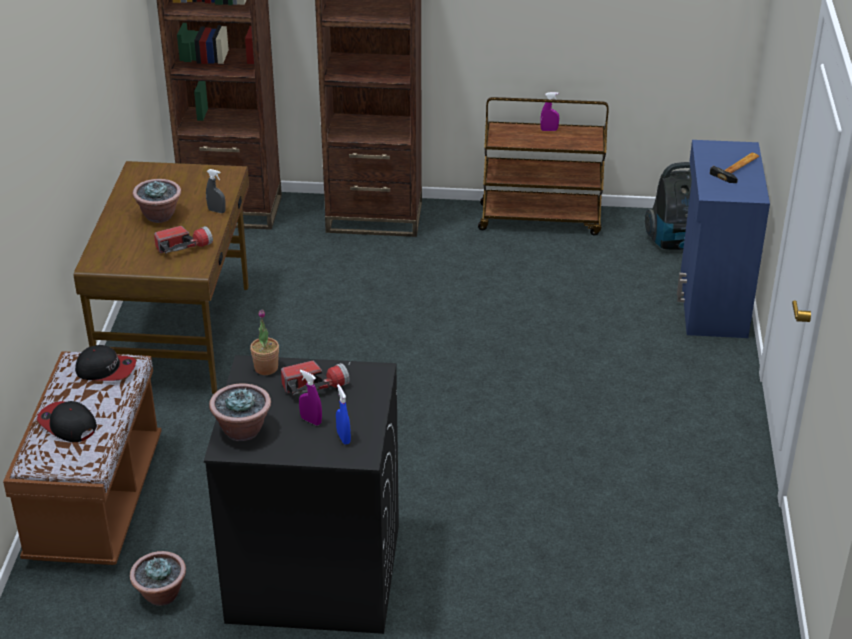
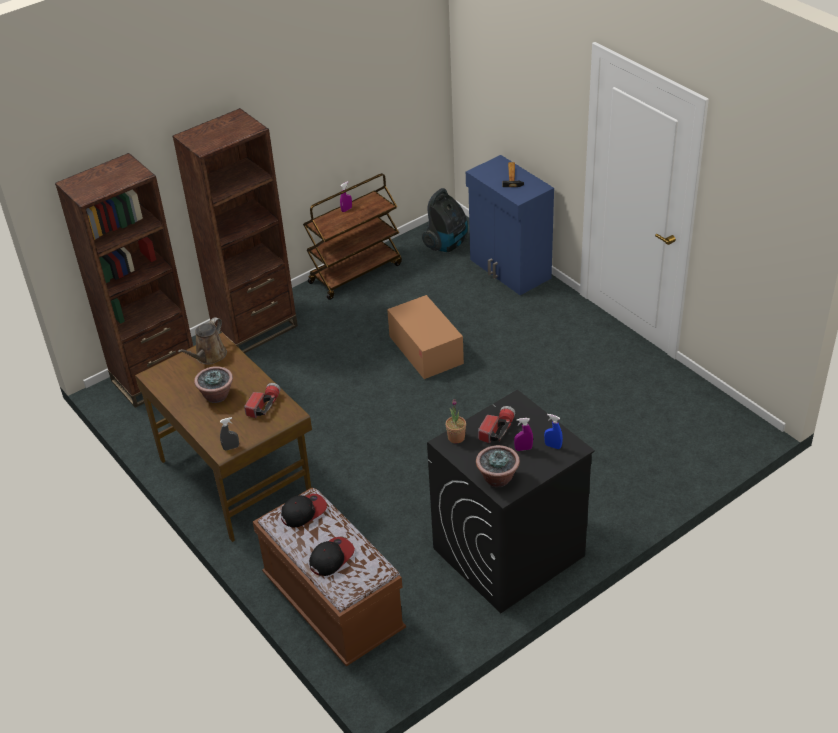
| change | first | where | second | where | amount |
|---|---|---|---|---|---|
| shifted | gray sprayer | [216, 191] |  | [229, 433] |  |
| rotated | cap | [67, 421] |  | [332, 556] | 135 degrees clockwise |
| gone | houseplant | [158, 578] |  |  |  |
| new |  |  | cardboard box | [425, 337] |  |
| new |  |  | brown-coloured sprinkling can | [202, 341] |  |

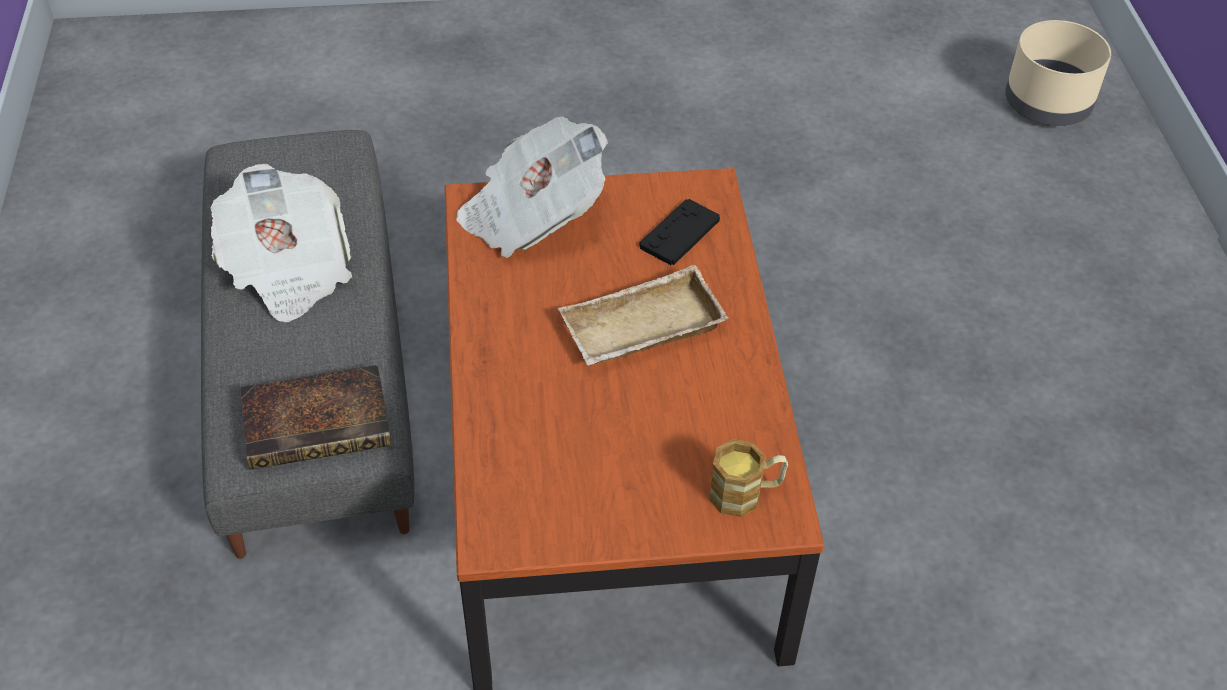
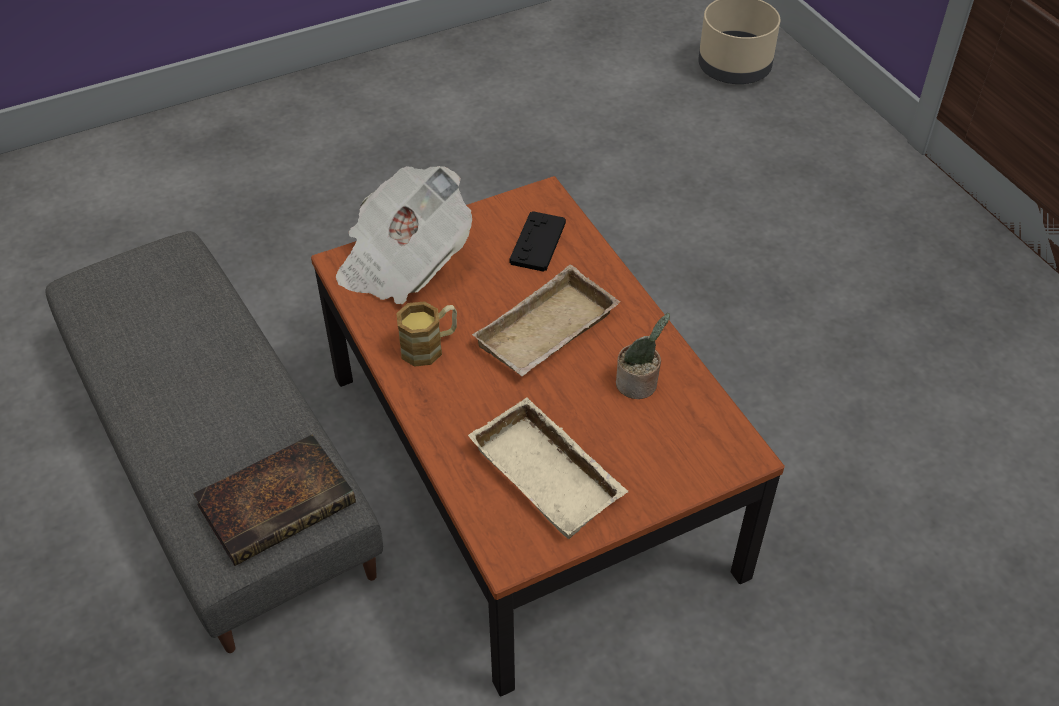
| change | first | where | second | where | amount |
|---|---|---|---|---|---|
| gone | printed paper | [281, 243] |  |  |  |
| shifted | tea mug | [748, 478] |  | [426, 334] |  |
| new |  |  | houseplant | [643, 356] |  |
| new |  |  | sand-coloured tray | [548, 468] |  |

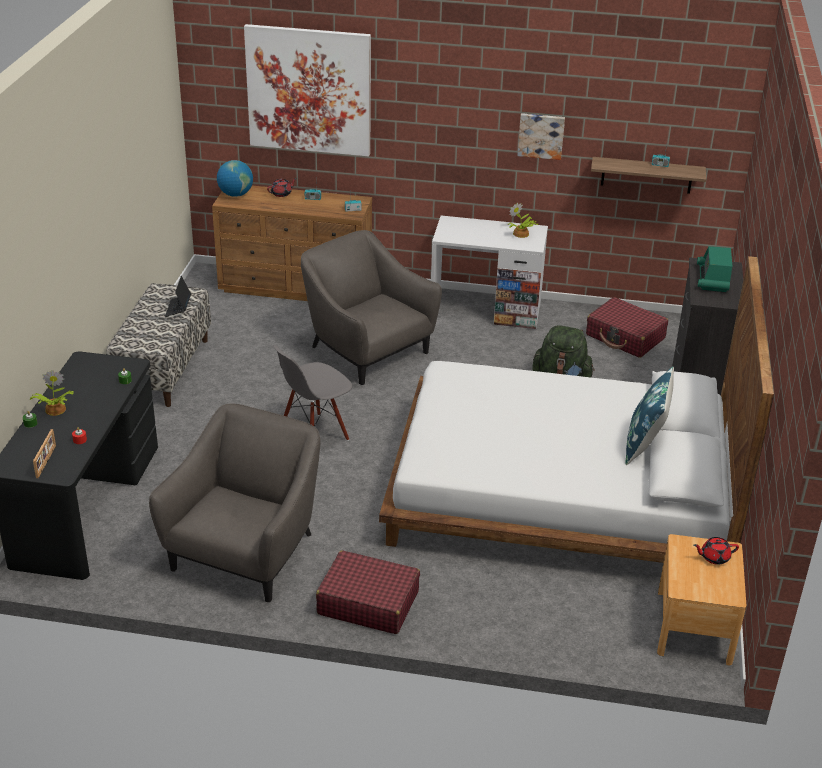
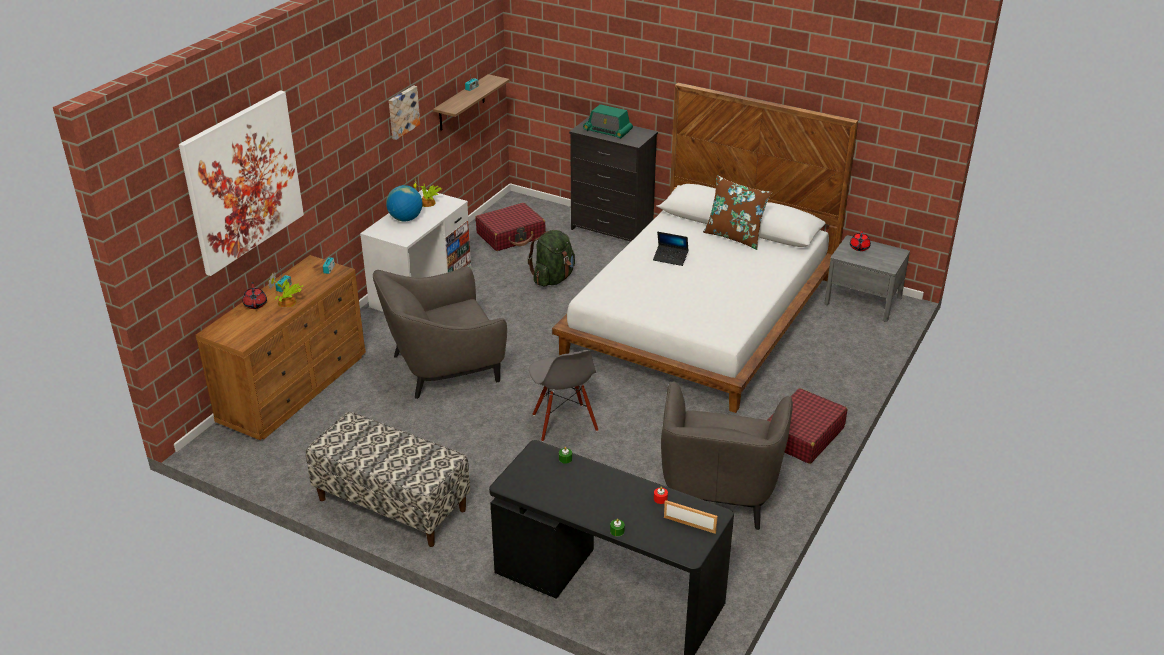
| change | first | where | second | where | amount |
|---|---|---|---|---|---|
| shifted | desk globe | [235, 178] |  | [404, 203] |  |
| shifted | portable computer | [178, 296] |  | [671, 249] |  |
| repainted | blue-coloured throw pillow | [649, 416] | brown-coloured throw pillow | [737, 212] |  |
| shifted | houseplant | [52, 393] |  | [286, 290] |  |
| rotated | gray easy chair | [234, 503] |  | [727, 456] | 120 degrees counterclockwise |
| repainted | brown-coloured bedside table | [701, 599] | gray bedside table | [867, 278] |  |

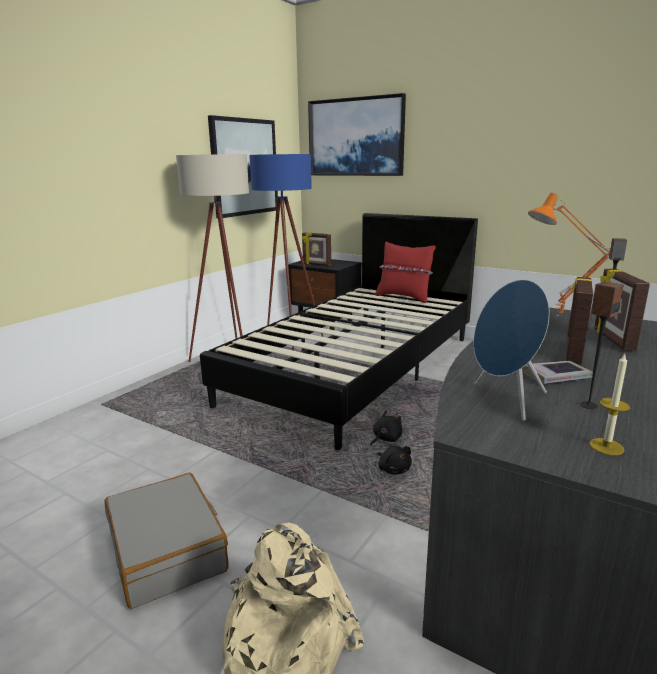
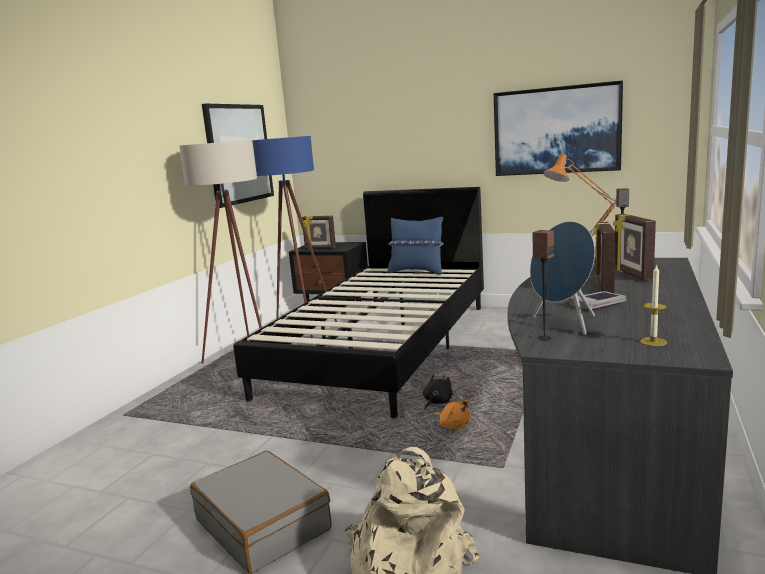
| change | first | where | second | where | amount |
|---|---|---|---|---|---|
| shifted | picture | [357, 134] |  | [558, 128] |  |
| repainted | red-coloured throw pillow | [405, 272] | blue-coloured throw pillow | [415, 246] |  |
| shifted | loudspeaker | [601, 345] |  | [543, 285] |  |
| repainted | black plush toy | [394, 460] | orange-coloured plush toy | [452, 414] |  |

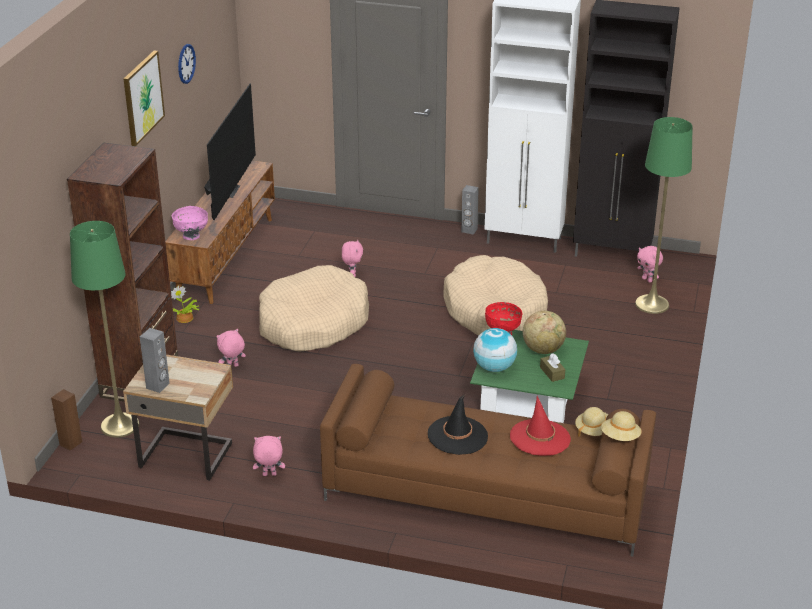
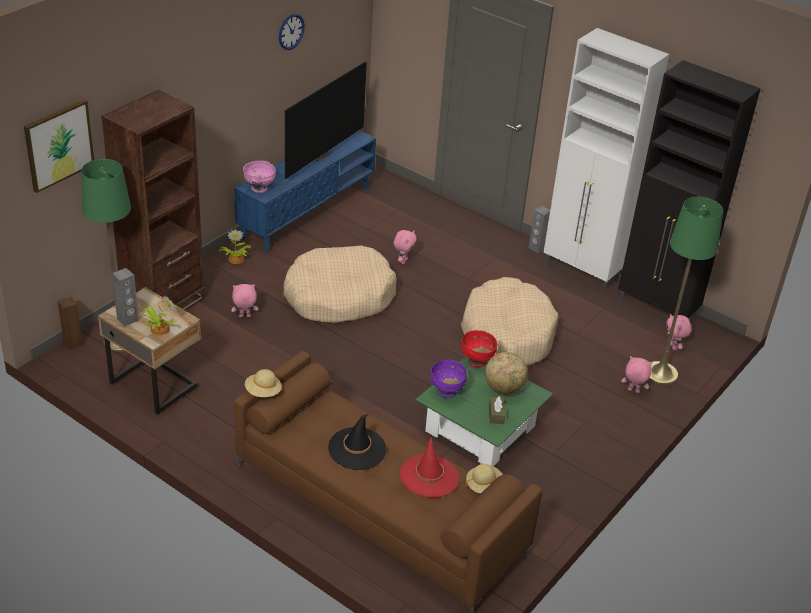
| change | first | where | second | where | amount |
|---|---|---|---|---|---|
| shifted | picture | [144, 98] |  | [59, 146] |  |
| repainted | brown-coloured tv unit | [220, 232] | blue-coloured tv unit | [305, 191] |  |
| swapped | desk globe | [495, 350] | purple-coloured serving bowl | [448, 378] |  |
| shifted | sand-coloured wearable hat | [621, 426] |  | [263, 383] |  |
| shifted | pink plush toy | [269, 456] |  | [637, 374] |  |
| new |  |  | houseplant | [158, 315] |  |

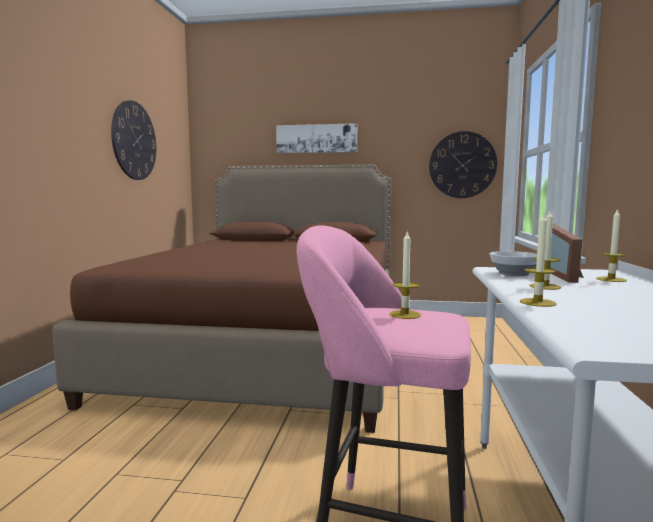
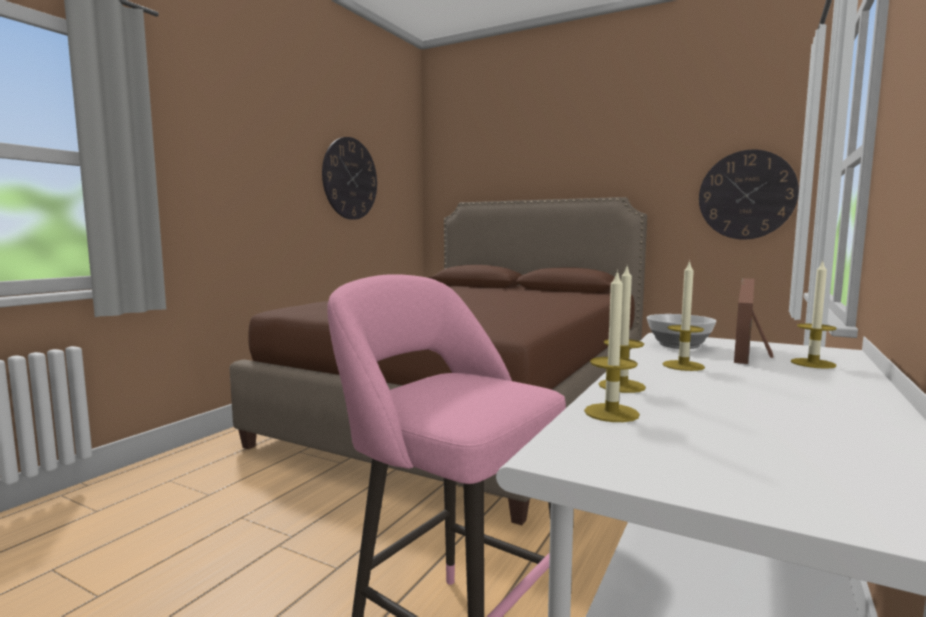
| change | first | where | second | where | amount |
|---|---|---|---|---|---|
| gone | picture | [316, 138] |  |  |  |
| shifted | candle | [405, 275] |  | [612, 345] |  |

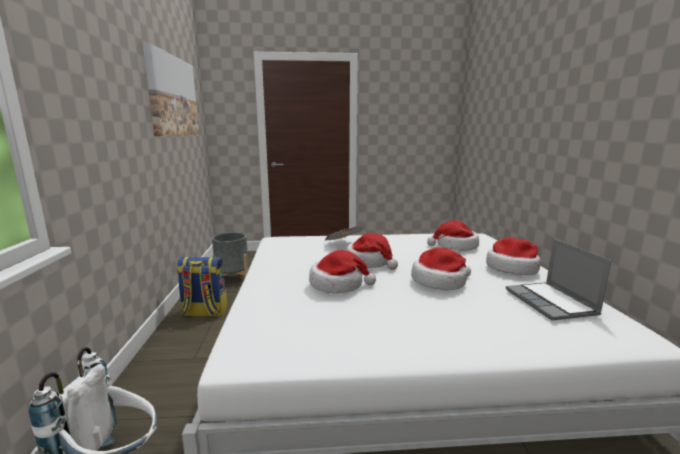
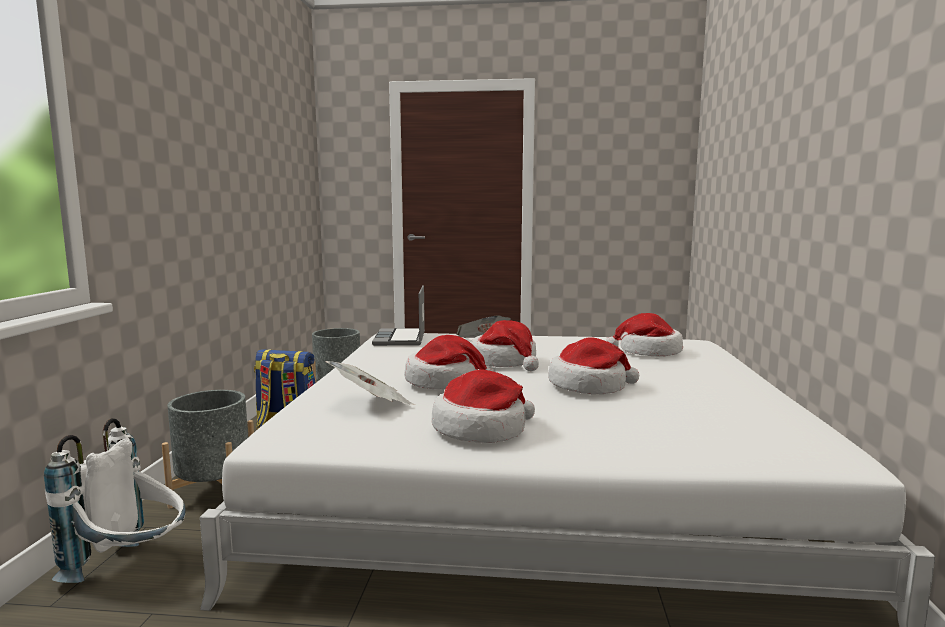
| change | first | where | second | where | amount |
|---|---|---|---|---|---|
| gone | picture | [171, 89] |  |  |  |
| shifted | wearable hat | [513, 256] |  | [483, 406] |  |
| shifted | portable computer | [559, 280] |  | [398, 315] |  |
| new |  |  | printed paper | [370, 383] |  |
| new |  |  | gray planter | [208, 449] |  |

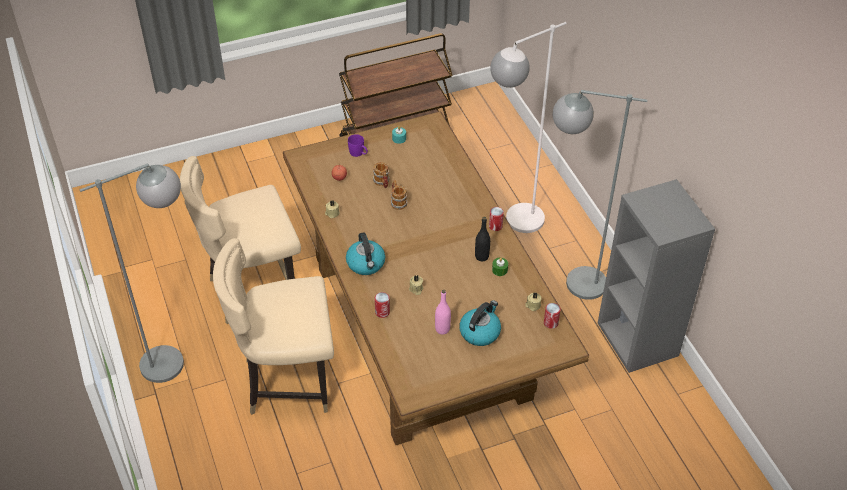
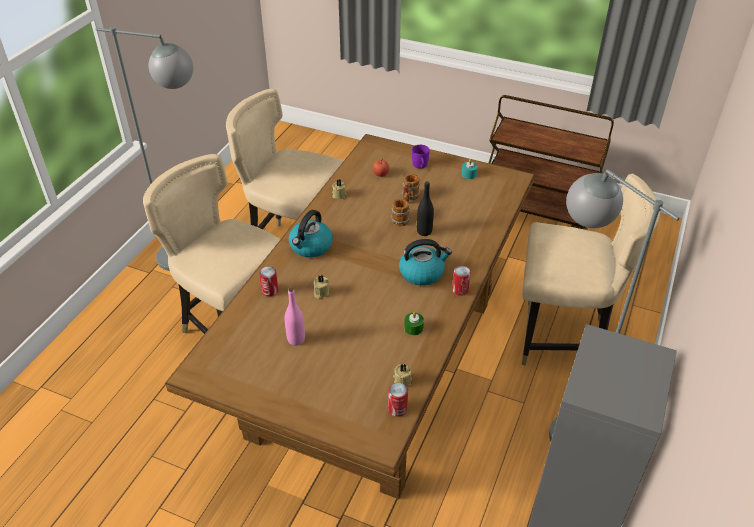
| change | first | where | second | where | amount |
|---|---|---|---|---|---|
| swapped | white floor lamp | [528, 127] | sand-coloured plain chair | [591, 269] |  |
| shifted | black beverage bottle | [482, 239] |  | [425, 208] |  |
| shifted | water kettle | [480, 323] |  | [425, 262] |  |

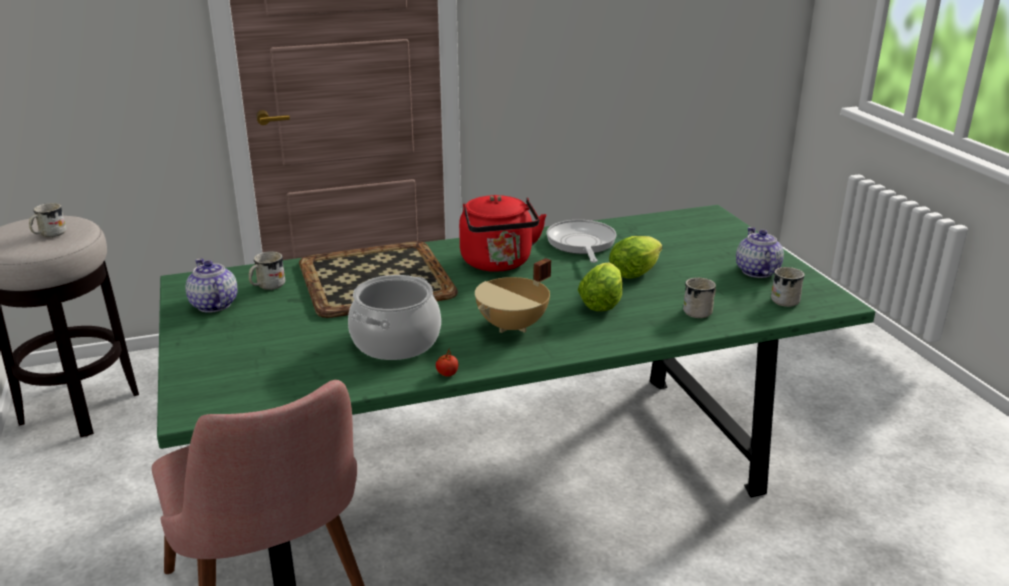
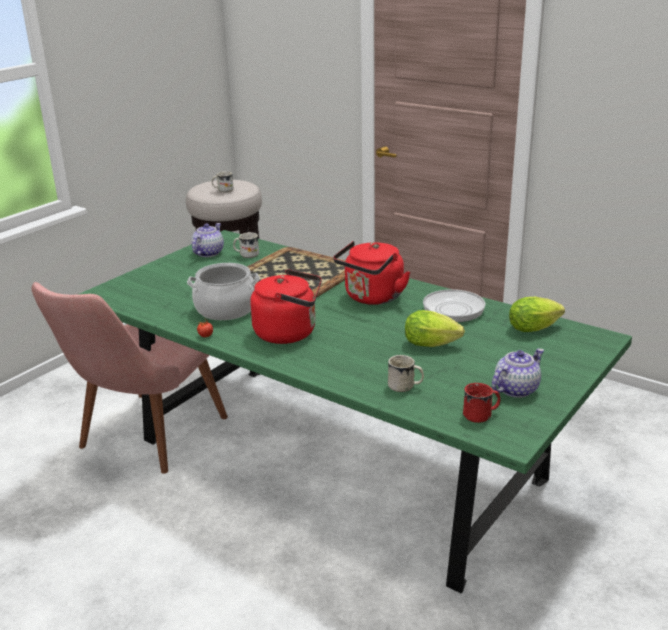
| change | first | where | second | where | amount |
|---|---|---|---|---|---|
| swapped | sand-coloured saucepot | [513, 295] | red-coloured water kettle | [286, 306] |  |
| shifted | lettuce head | [600, 286] |  | [537, 314] |  |
| repainted | white tea mug | [787, 287] | red-coloured tea mug | [481, 403] |  |

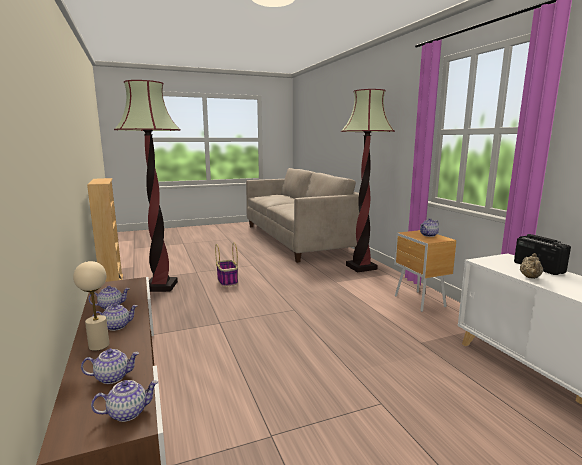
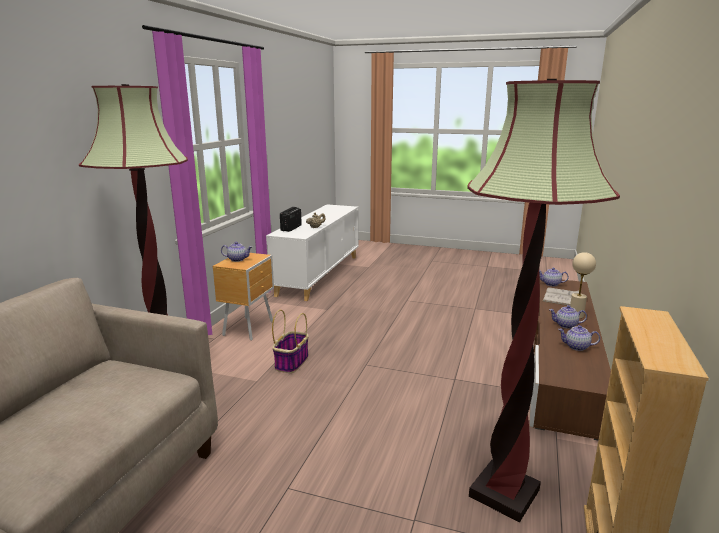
| change | first | where | second | where | amount |
|---|---|---|---|---|---|
| shifted | household basket | [226, 264] |  | [290, 341] |  |
| swapped | teapot | [110, 366] | white bound book | [560, 296] |  |

